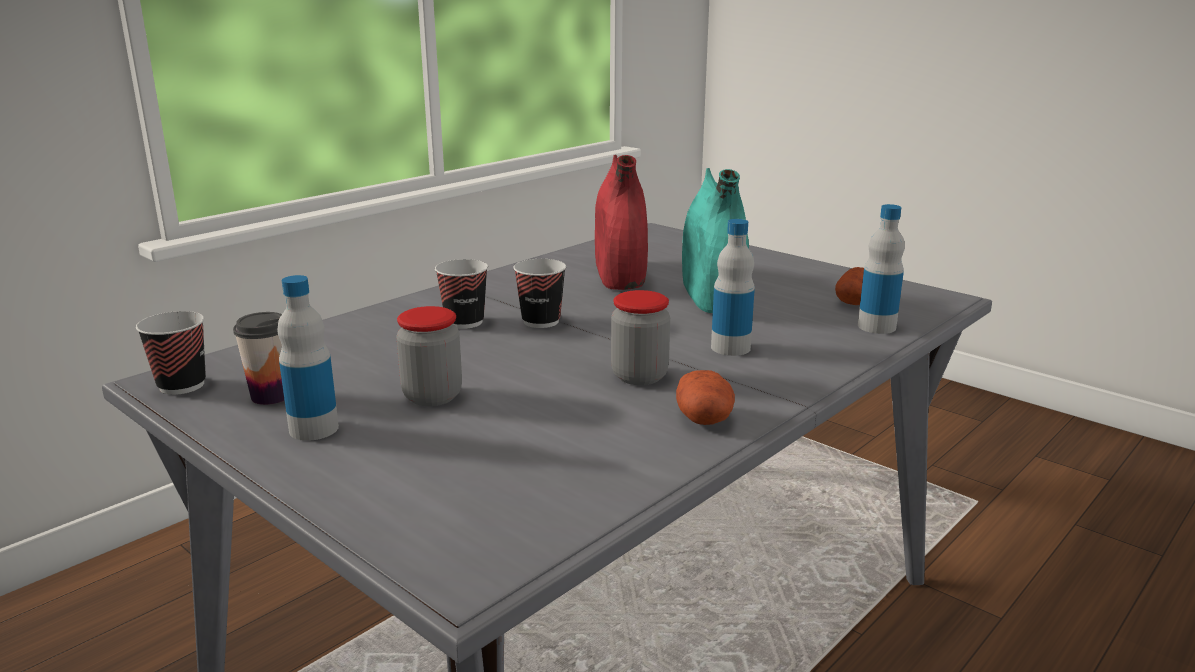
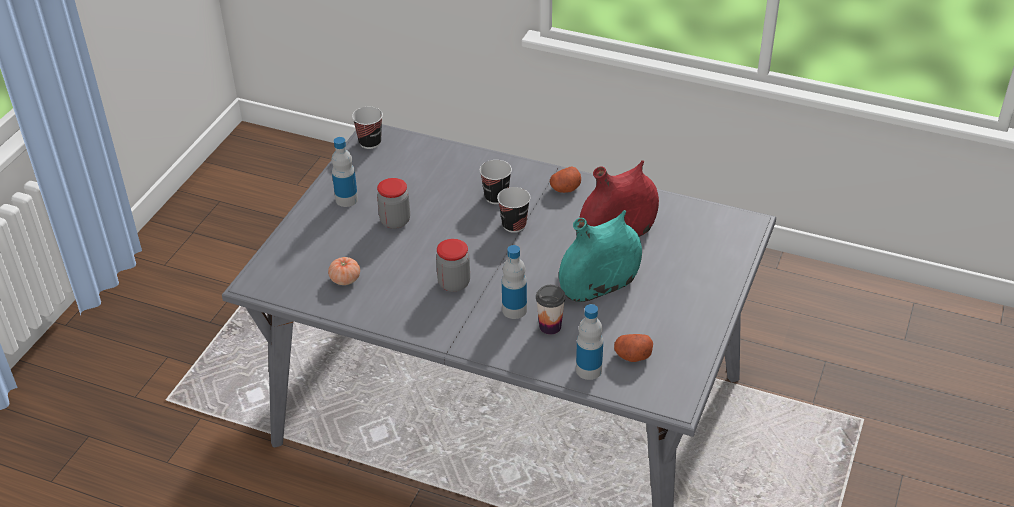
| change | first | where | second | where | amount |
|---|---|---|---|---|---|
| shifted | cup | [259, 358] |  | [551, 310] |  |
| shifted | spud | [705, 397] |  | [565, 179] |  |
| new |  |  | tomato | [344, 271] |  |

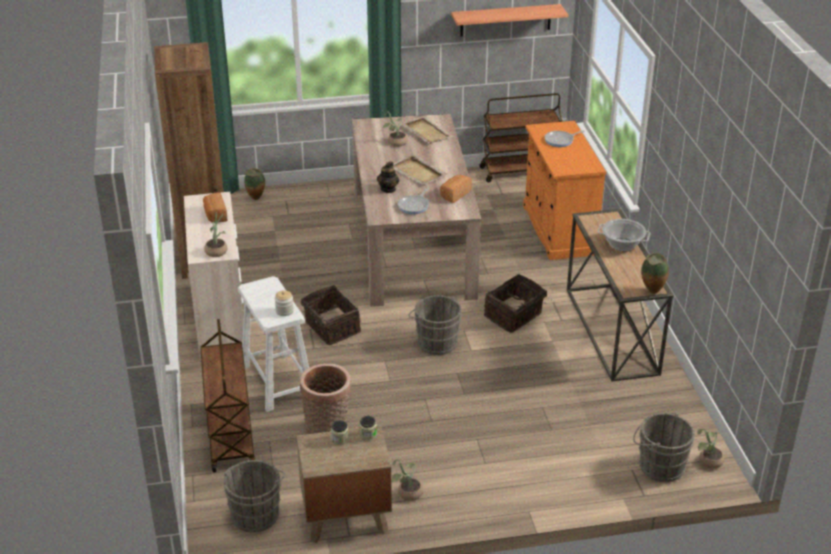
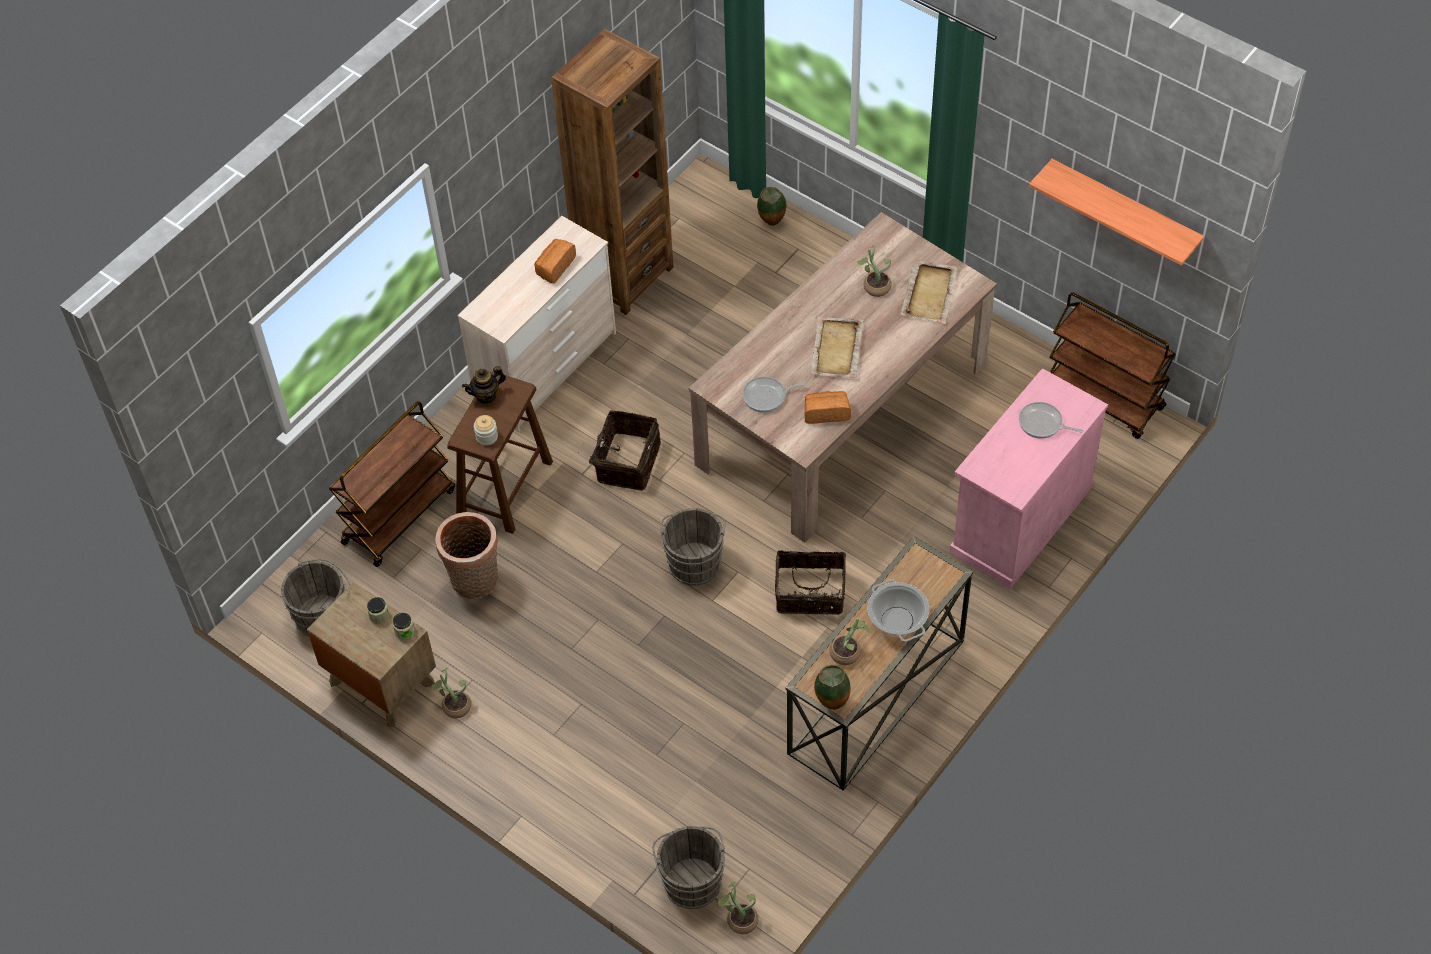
| change | first | where | second | where | amount |
|---|---|---|---|---|---|
| repainted | orange-coloured storage cabinet | [564, 190] | pink storage cabinet | [1029, 478] |  |
| shifted | teapot | [388, 177] |  | [484, 385] |  |
| shifted | houseplant | [215, 234] |  | [849, 641] |  |
| repainted | white stool seat | [273, 344] | brown-coloured stool seat | [500, 453] |  |

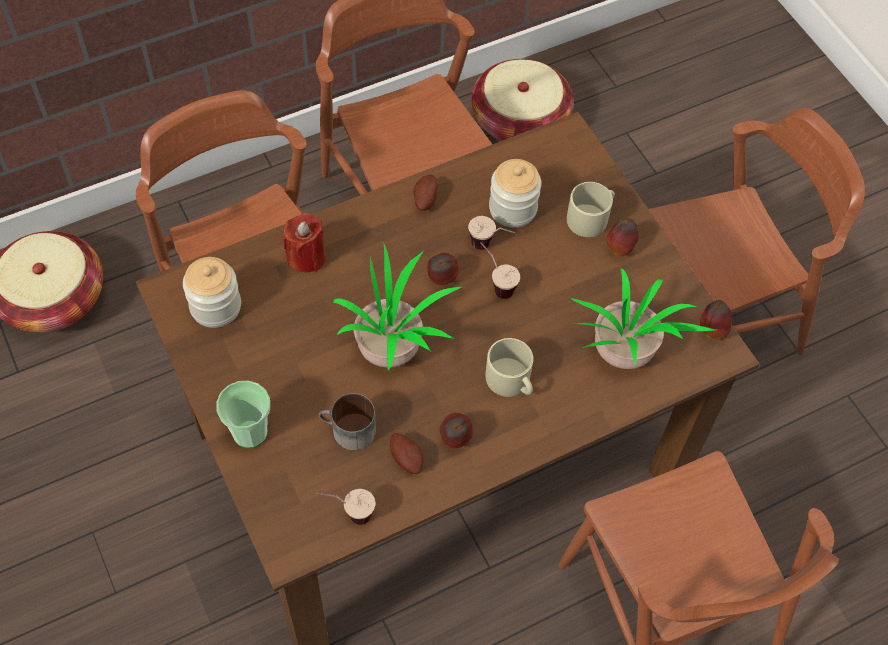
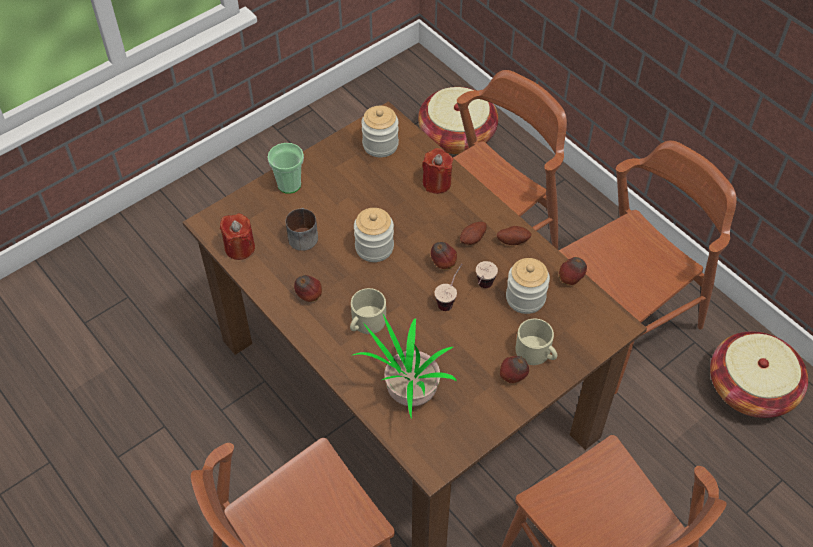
| change | first | where | second | where | amount |
|---|---|---|---|---|---|
| swapped | houseplant | [397, 306] | storage jar | [374, 235] |  |
| shifted | apple | [716, 320] |  | [573, 271] |  |
| shifted | spud | [407, 453] |  | [473, 233] |  |
| swapped | cup | [345, 507] | red-coloured candle | [237, 237] |  |

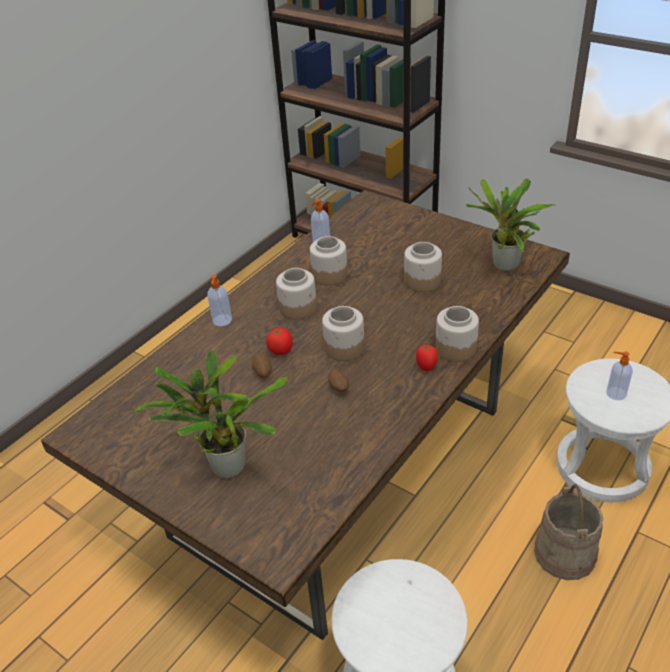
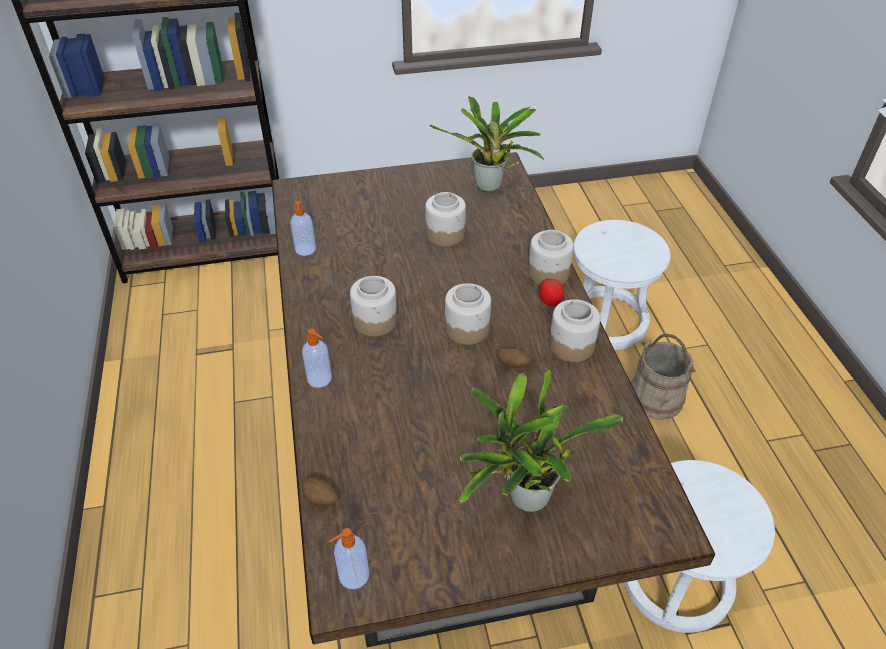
| change | first | where | second | where | amount |
|---|---|---|---|---|---|
| shifted | storage jar | [329, 261] |  | [574, 330] |  |
| gone | tomato | [279, 341] |  |  |  |
| shifted | soap bottle | [619, 376] |  | [349, 558] |  |
| shifted | spud | [262, 365] |  | [320, 491] |  |

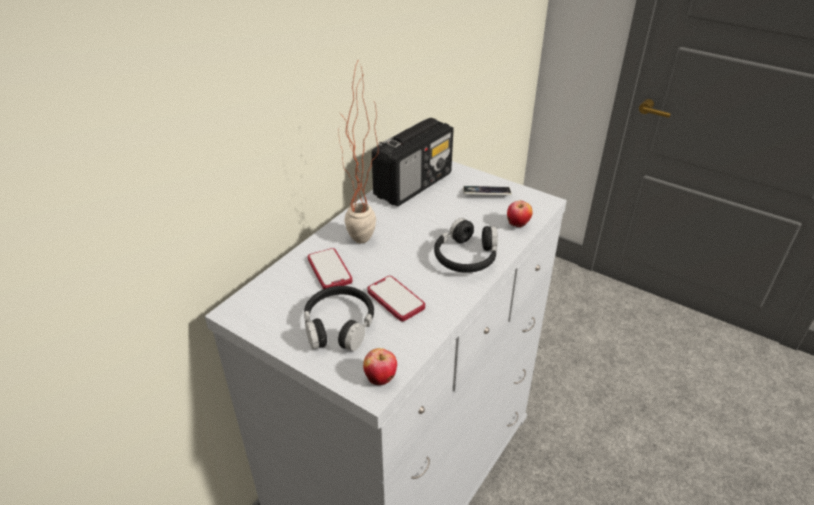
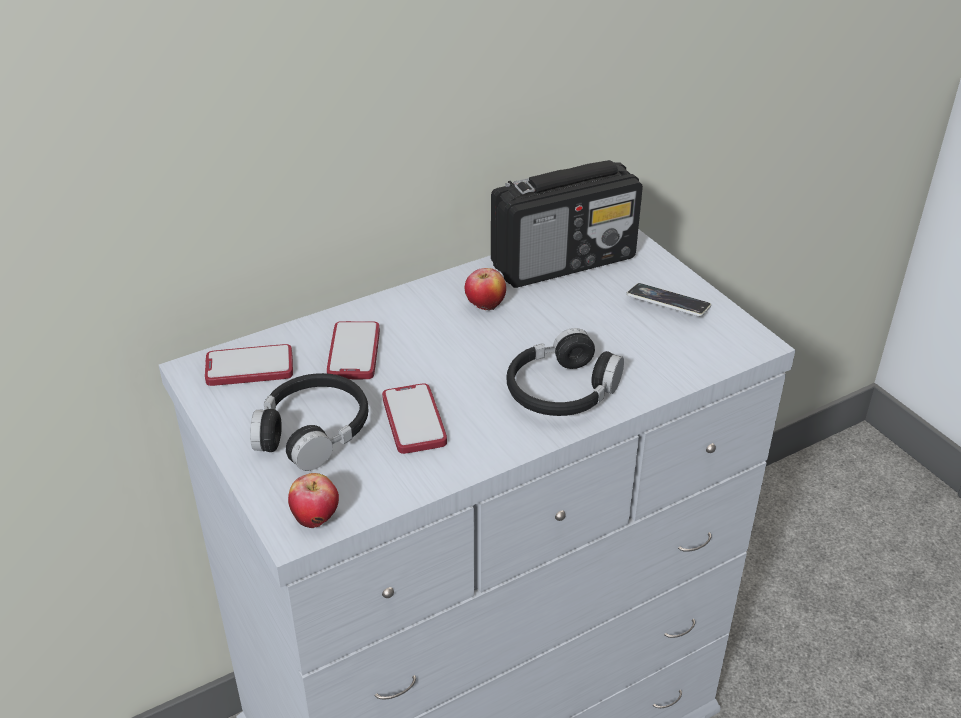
| change | first | where | second | where | amount |
|---|---|---|---|---|---|
| gone | houseplant | [359, 151] |  |  |  |
| shifted | apple | [520, 213] |  | [485, 289] |  |
| new |  |  | telephone | [249, 365] |  |

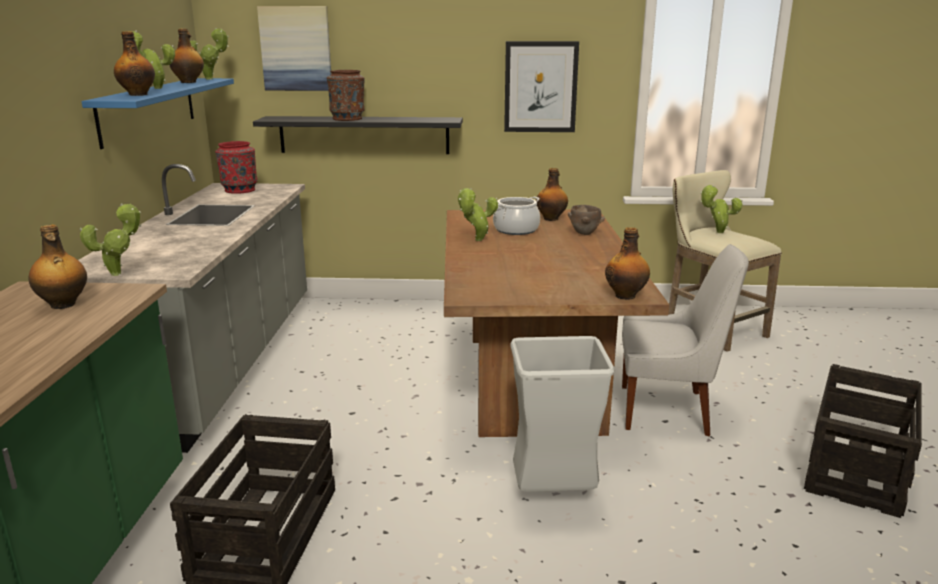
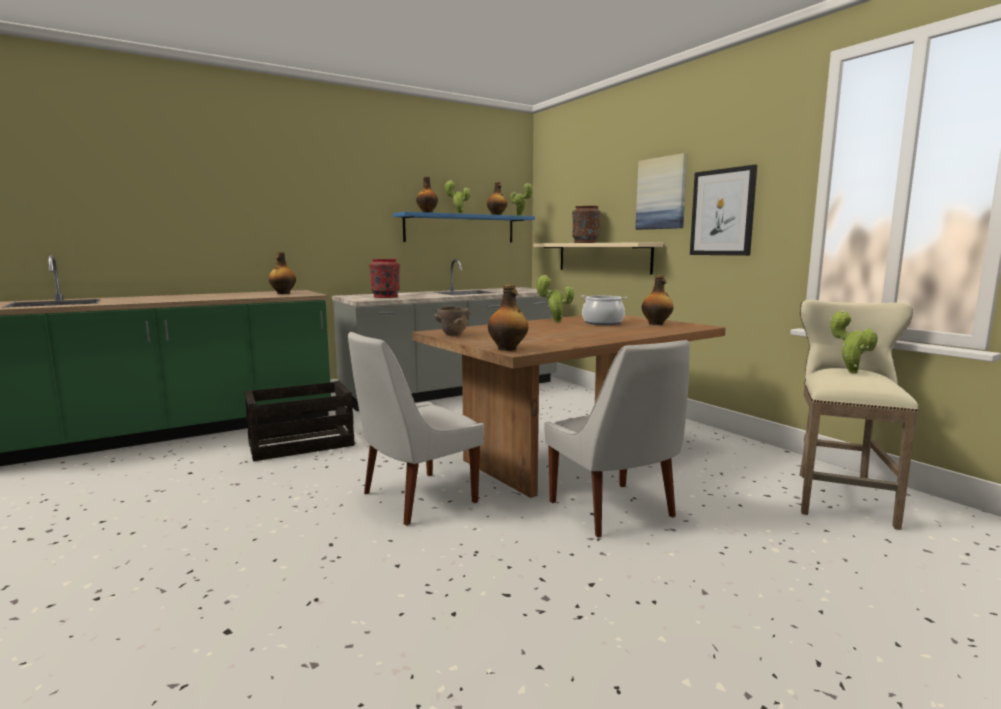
| change | first | where | second | where | amount |
|---|---|---|---|---|---|
| shifted | picture | [294, 48] |  | [661, 191] |  |
| repainted | black bracket shelf | [358, 135] | sand-coloured bracket shelf | [598, 258] |  |
| shifted | red-coloured vase | [236, 167] |  | [384, 278] |  |
| gone | houseplant | [110, 239] |  |  |  |
| shifted | brown-coloured serving bowl | [586, 220] |  | [453, 321] |  |
| swapped | gray rubbish bin | [562, 414] | white plain chair | [416, 429] |  |
| gone | packing crate | [863, 441] |  |  |  |

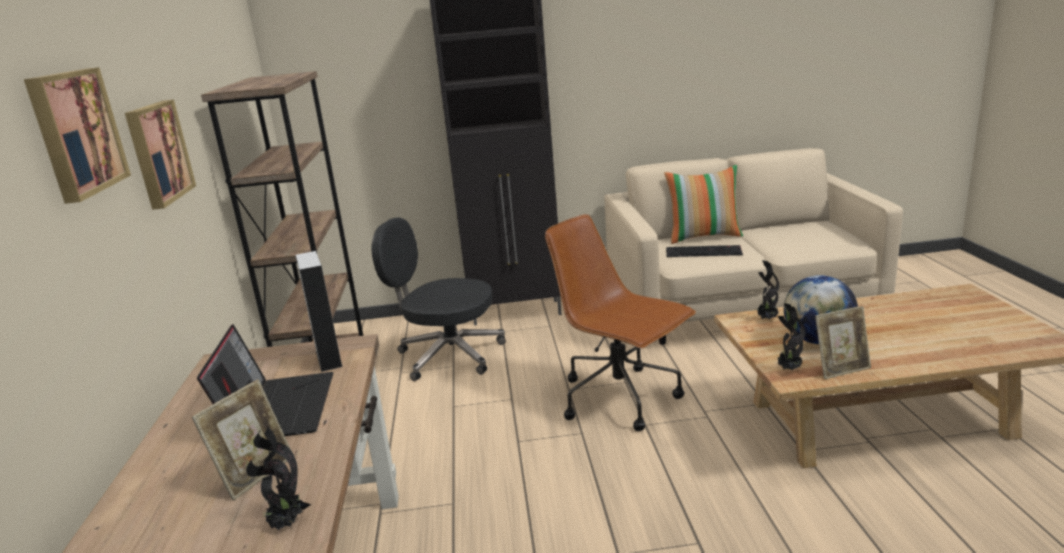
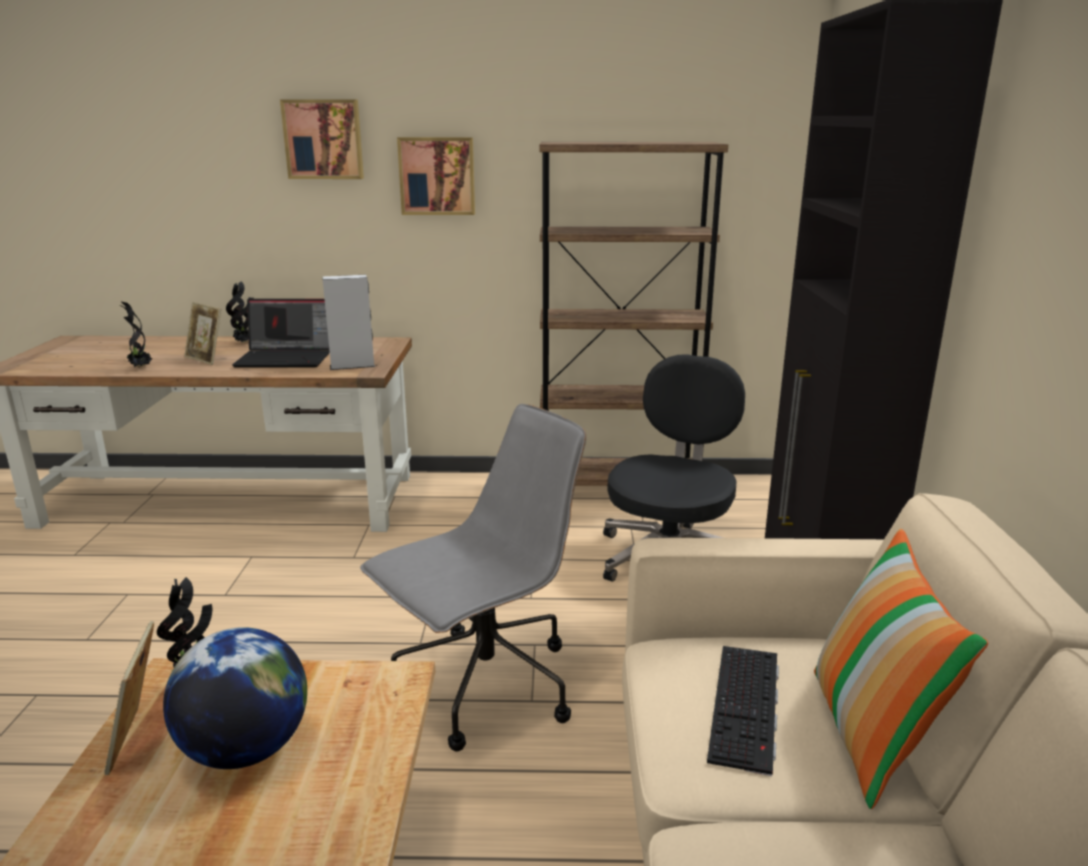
| change | first | where | second | where | amount |
|---|---|---|---|---|---|
| repainted | brown-coloured desk chair | [620, 322] | gray desk chair | [473, 577] |  |
| shifted | houseplant | [767, 290] |  | [240, 312] |  |

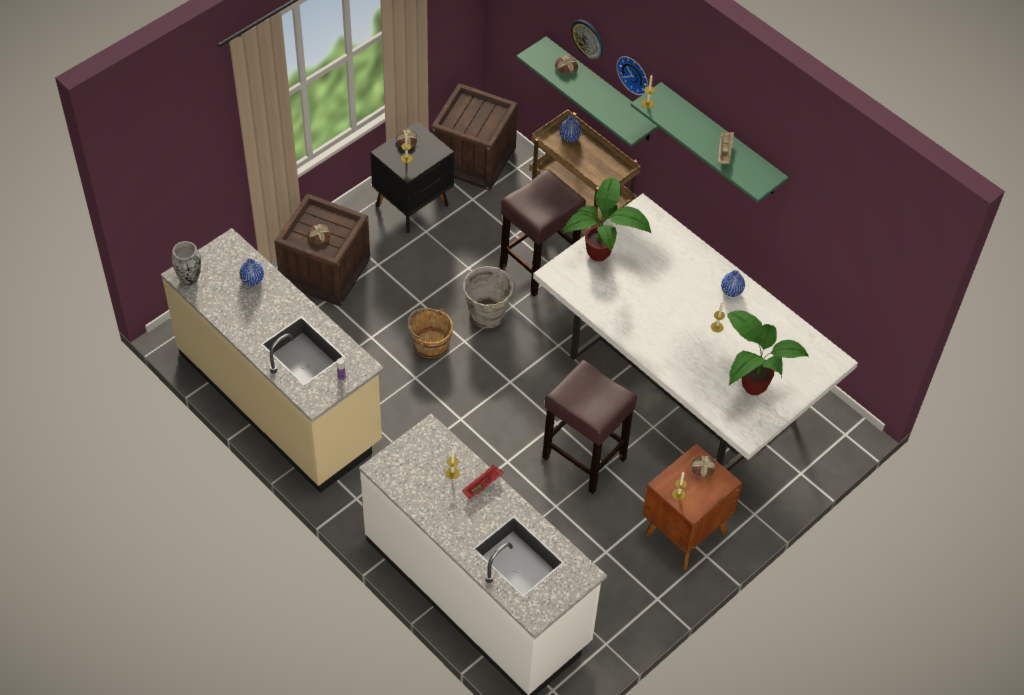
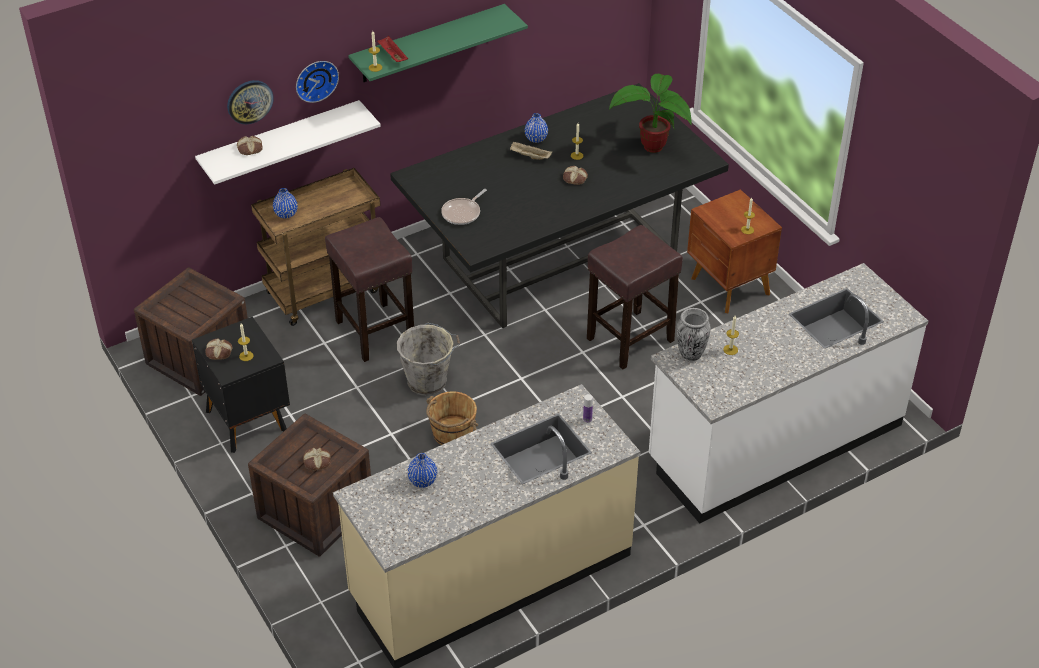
| change | first | where | second | where | amount |
|---|---|---|---|---|---|
| repainted | greenish bracket shelf | [587, 91] | white bracket shelf | [288, 142] |  |
| shifted | sand-coloured tray | [726, 148] |  | [531, 150] |  |
| swapped | houseplant | [607, 220] | frying pan | [464, 207] |  |
| repainted | white dining table | [695, 332] | black dining table | [559, 205] |  |
| shifted | vase | [186, 263] |  | [693, 334] |  |
| shifted | bakery bread | [703, 466] |  | [575, 175] |  |
| shifted | red-coloured tray | [483, 482] |  | [392, 49] |  |

